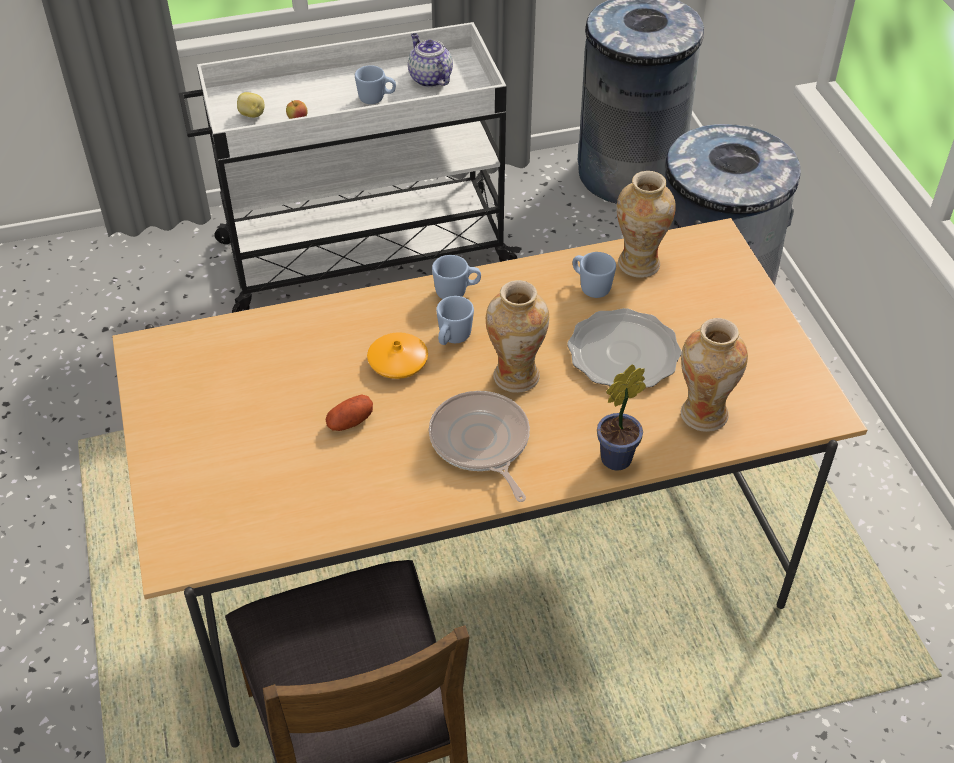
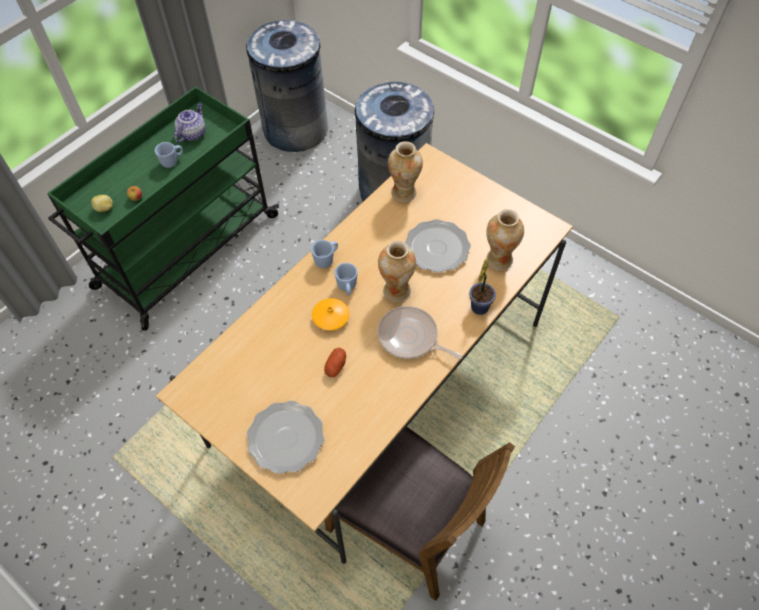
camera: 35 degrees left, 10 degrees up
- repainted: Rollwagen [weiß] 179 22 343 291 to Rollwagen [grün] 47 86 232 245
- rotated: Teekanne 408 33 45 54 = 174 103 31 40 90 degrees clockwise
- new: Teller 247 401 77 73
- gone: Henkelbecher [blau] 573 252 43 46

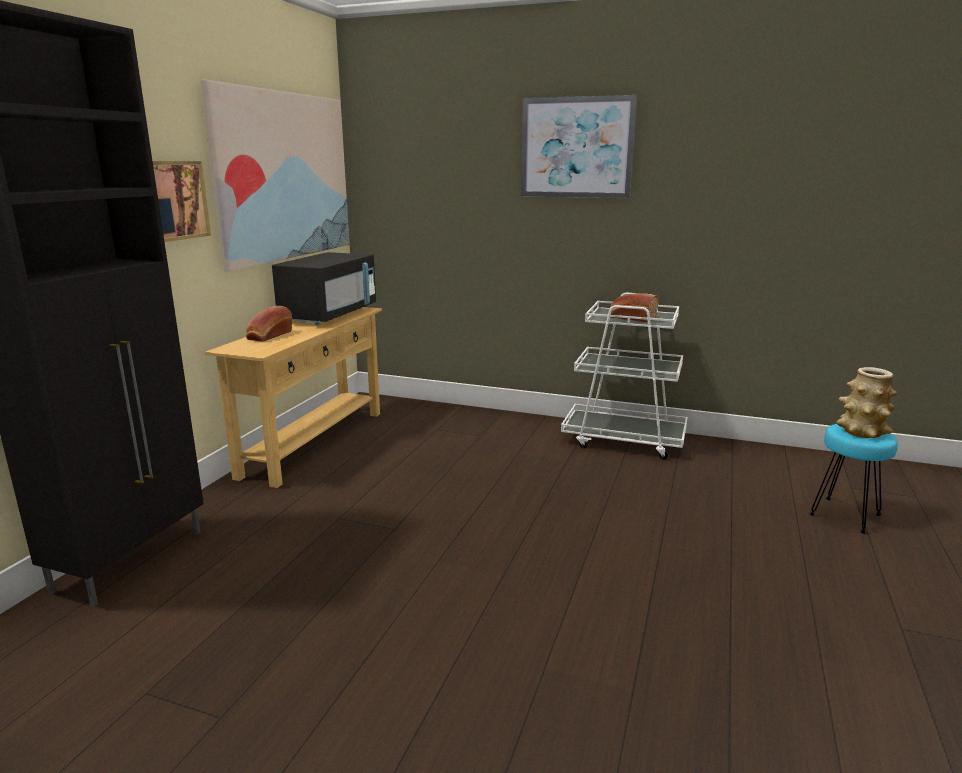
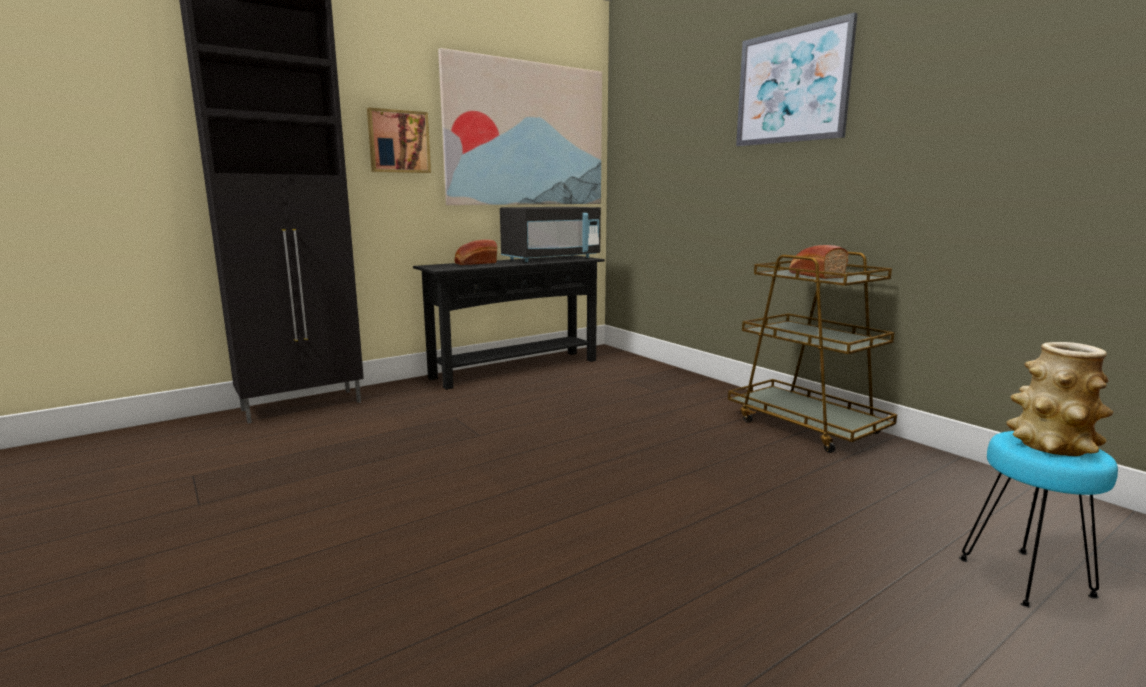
camera: 35 degrees right, 5 degrees down
- repainted: Konsolentisch [beige] 205 307 177 181 to Konsolentisch [schwarz] 413 255 192 135
- repainted: Rollwagen [weiß] 561 293 127 167 to Rollwagen [braun] 728 252 169 201

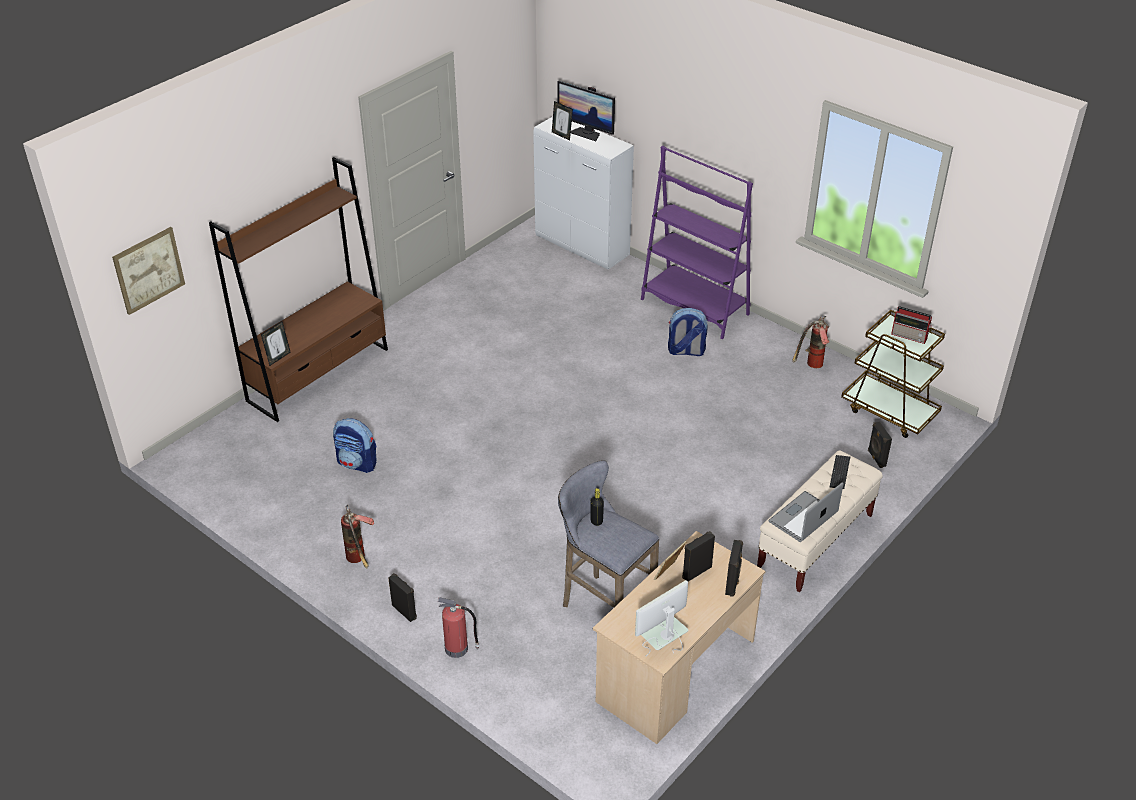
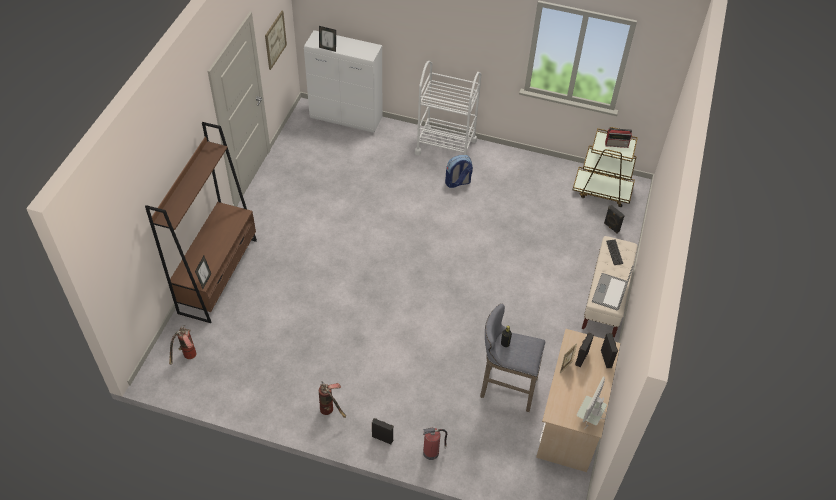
camera: 25 degrees left, 10 degrees up
- shifted: Feuerlöscher 792 316 38 52 to 169 325 28 40
- shifted: Bild 112 227 73 88 to 265 11 22 59
- swapped: Bücherregal [lila] 641 145 112 194 to Rollwagen [weiß] 415 61 67 94
- gone: Rucksack 333 418 44 55
- gone: Monitor 557 81 58 60

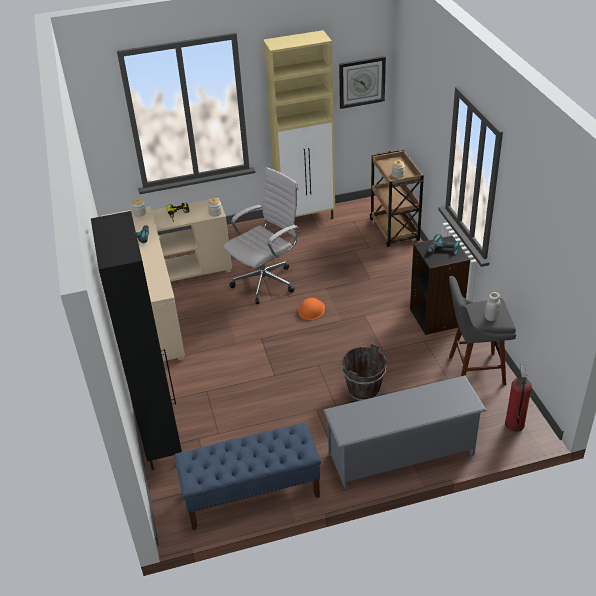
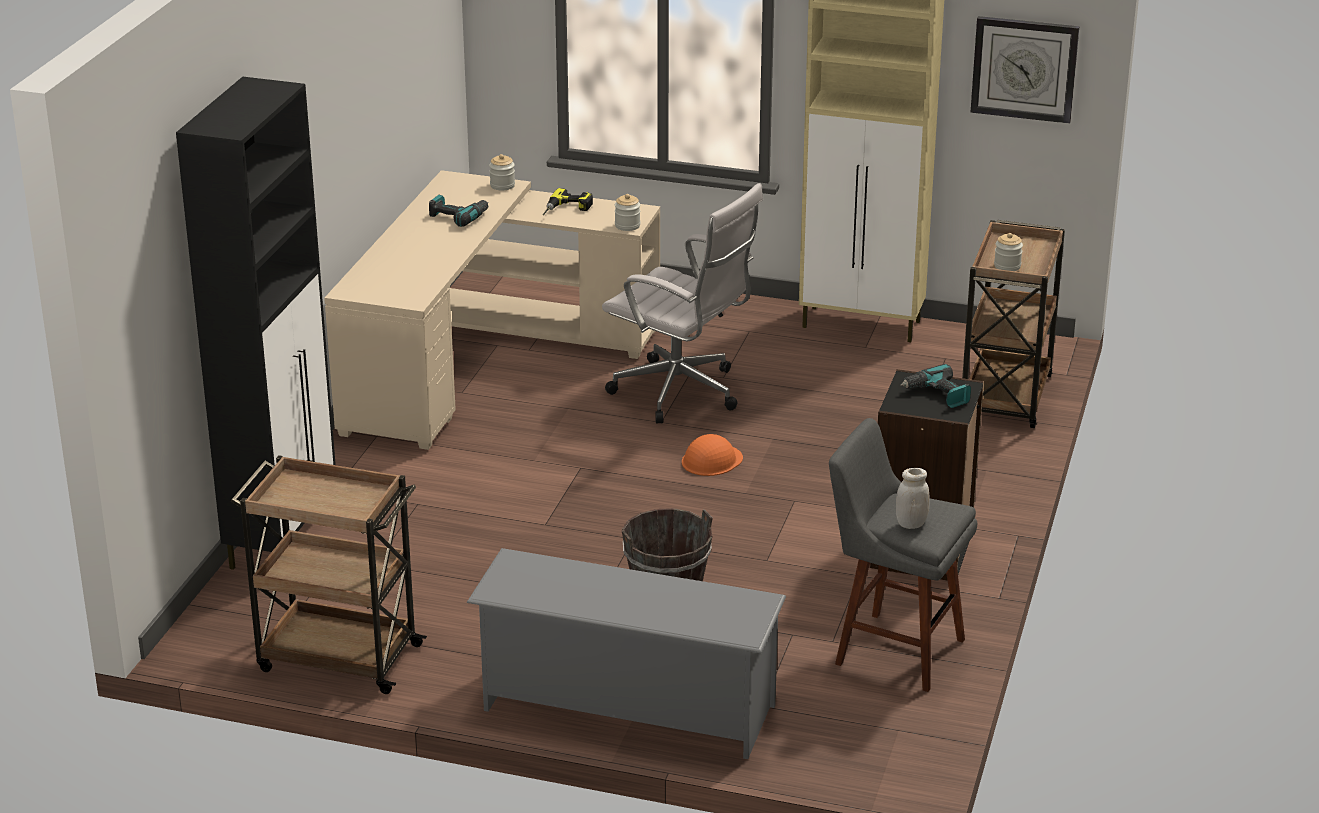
camera: 30 degrees right, 10 degrees down
- swapped: Bank [blau] 174 422 147 108 to Rollwagen [braun] 231 455 196 239
- rotated: Bürostuhl [weiß] 223 167 76 137 = 602 183 161 241 45 degrees clockwise
- gone: Feuerlöscher 505 364 27 68

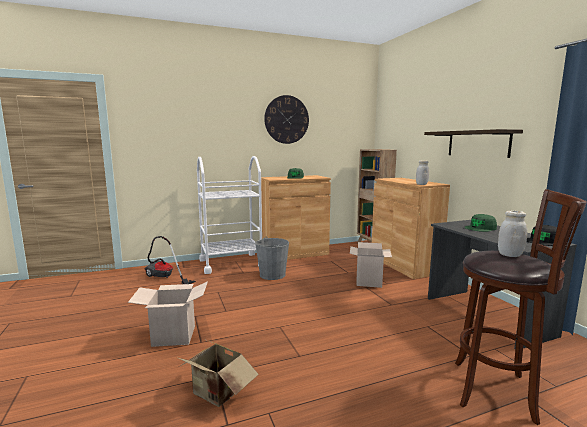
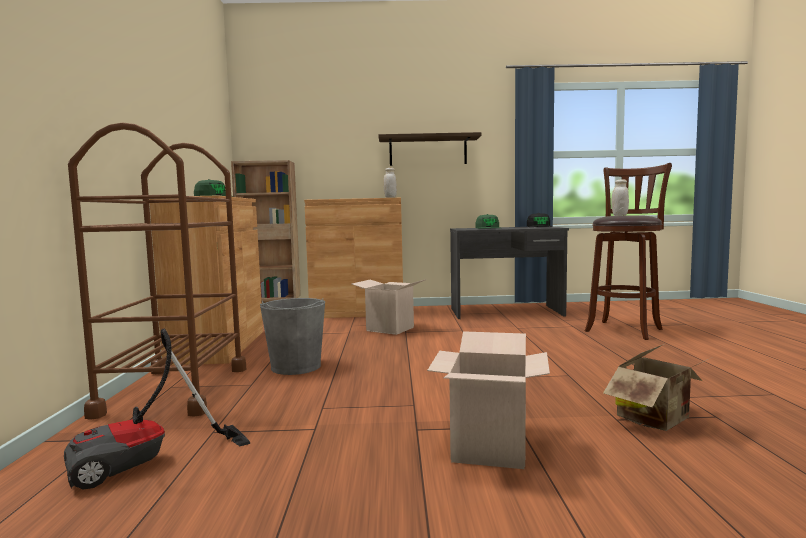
camera: 70 degrees left, 5 degrees down
- repainted: Rollwagen [weiß] 197 156 65 118 to Rollwagen [braun] 68 123 179 297
- gone: Wanduhr 264 95 45 49

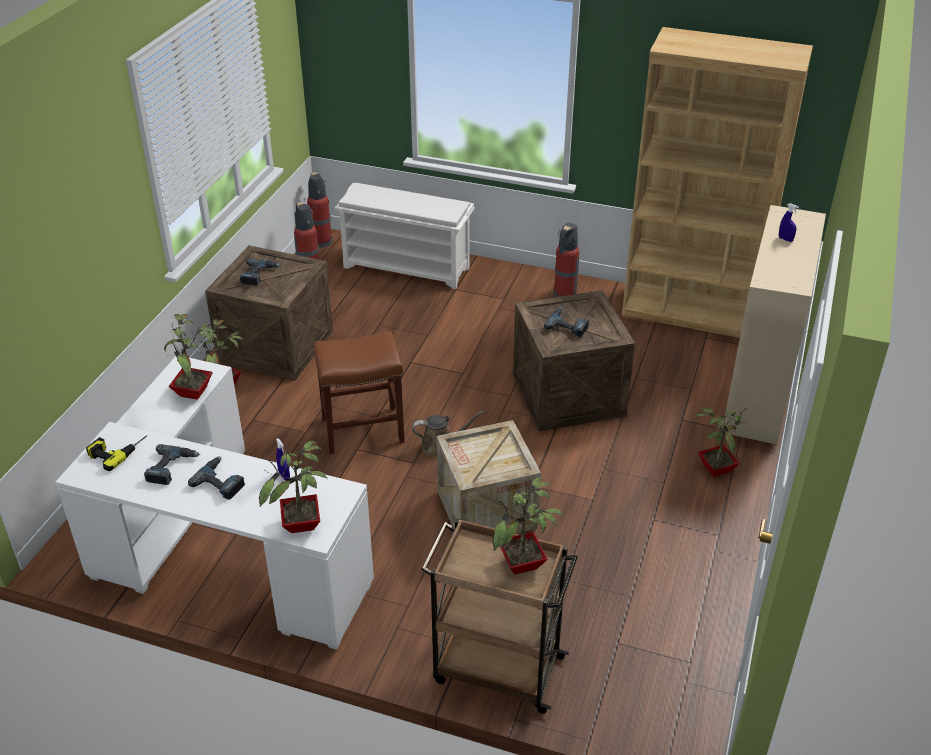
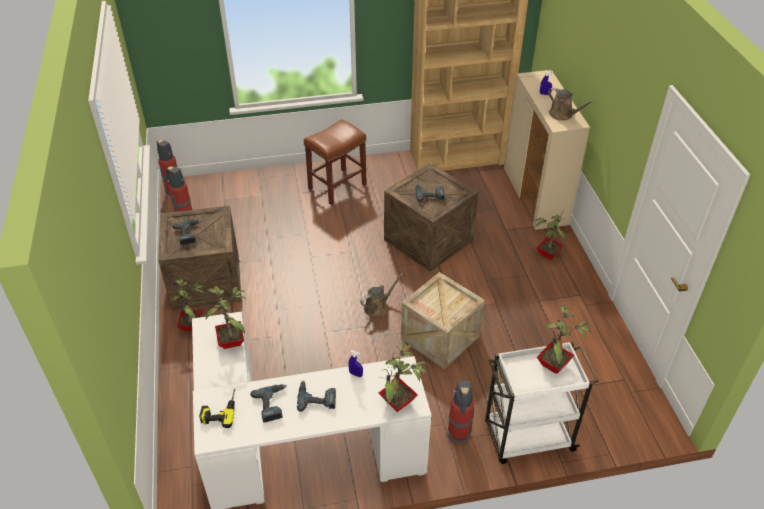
camera: 30 degrees left, 5 degrees up
- shifted: Hocker [braun] 313 331 92 123 to 304 119 63 86
- shifted: Feuerlöscher 553 223 26 74 to 447 381 27 62
- repainted: Rollwagen [braun] 421 518 157 196 to Rollwagen [weiß] 485 341 114 123
- new: Gießkanne [braun] 548 87 46 34
- gone: Schuhregal [weiß] 335 183 139 106

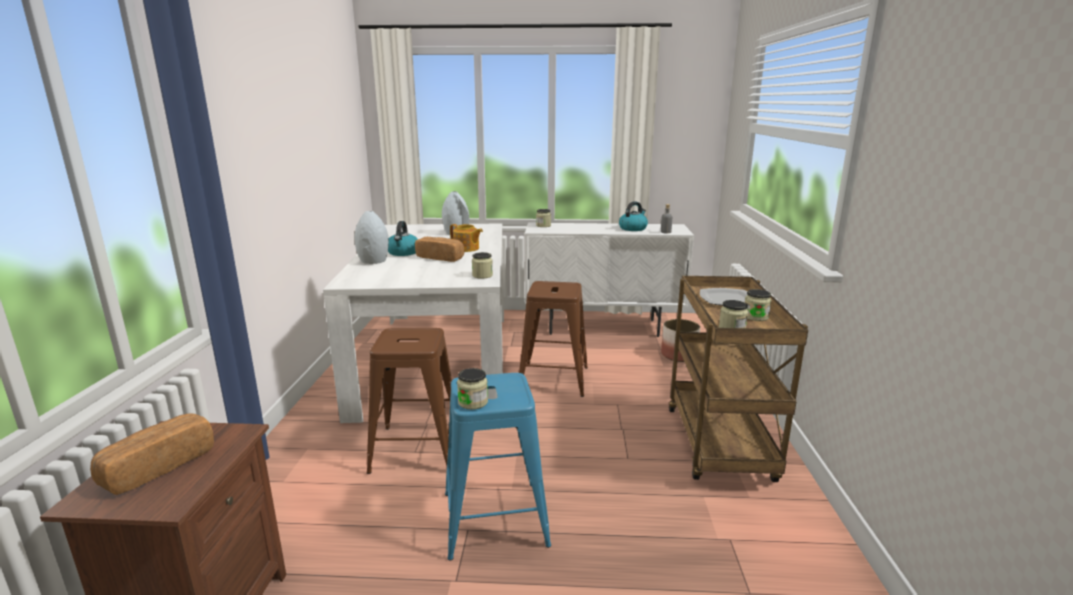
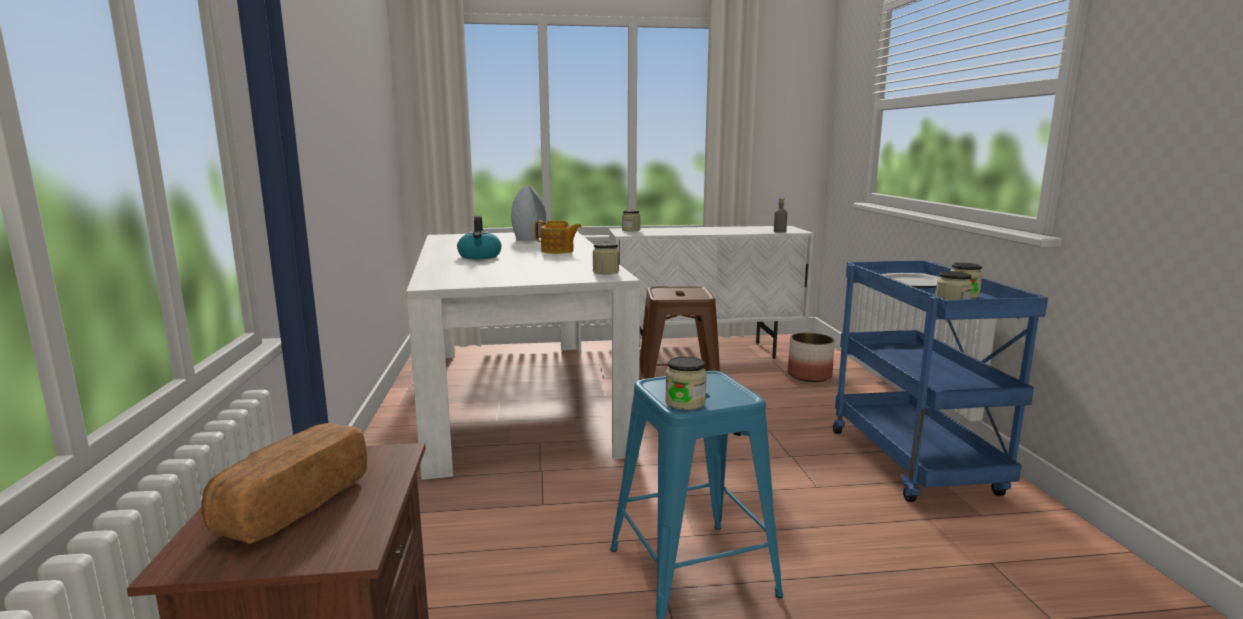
camera: 10 degrees left, 5 degrees down
- repainted: Rollwagen [braun] 669 276 139 206 to Rollwagen [blau] 833 260 215 242
- gone: Vase [grau] 354 211 35 53
- gone: Hocker [braun] 366 328 86 146
- gone: Brot 415 237 49 25
- gone: Wasserkessel 619 201 29 30

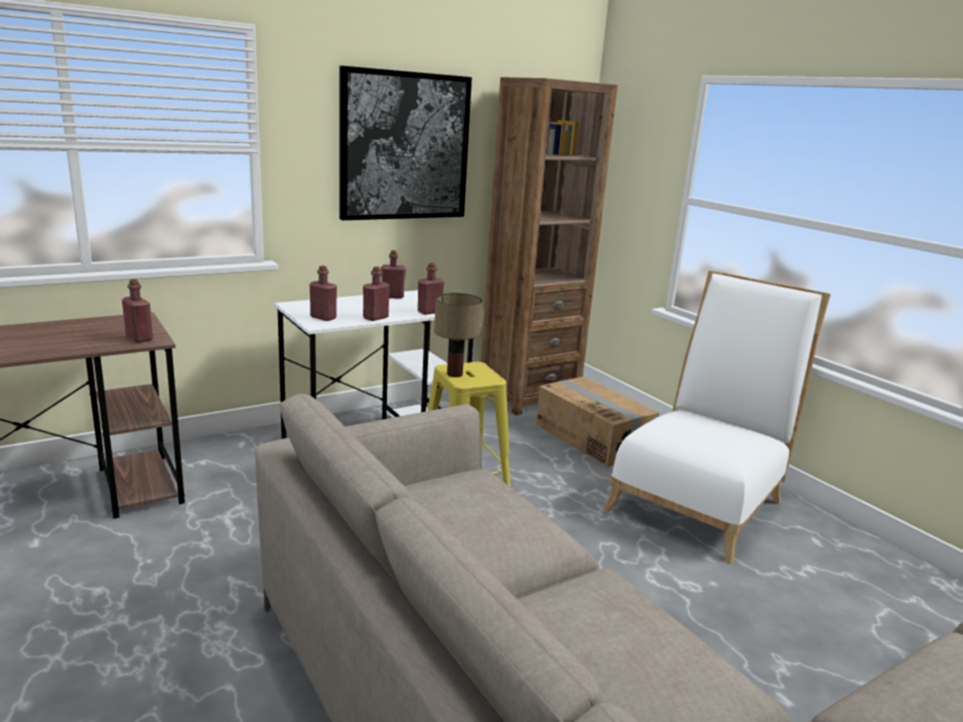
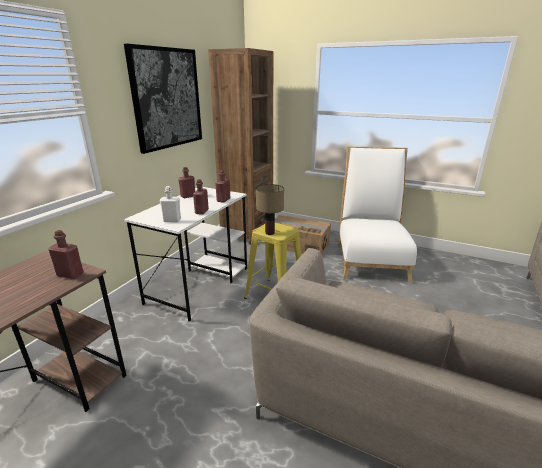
camera: 30 degrees left, 5 degrees up
- repainted: Flasche [rot] 310 266 27 55 to Flasche [weiß] 160 186 21 36

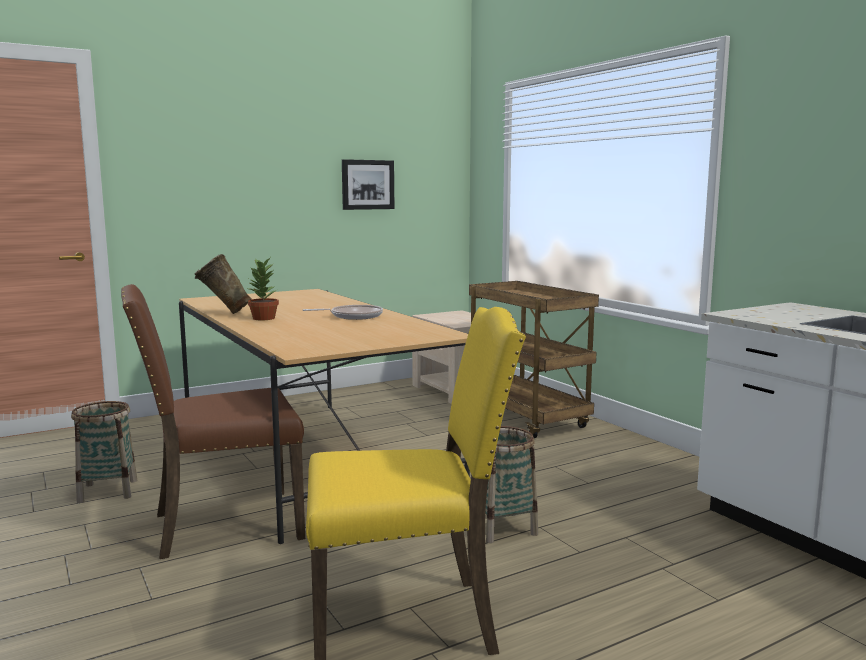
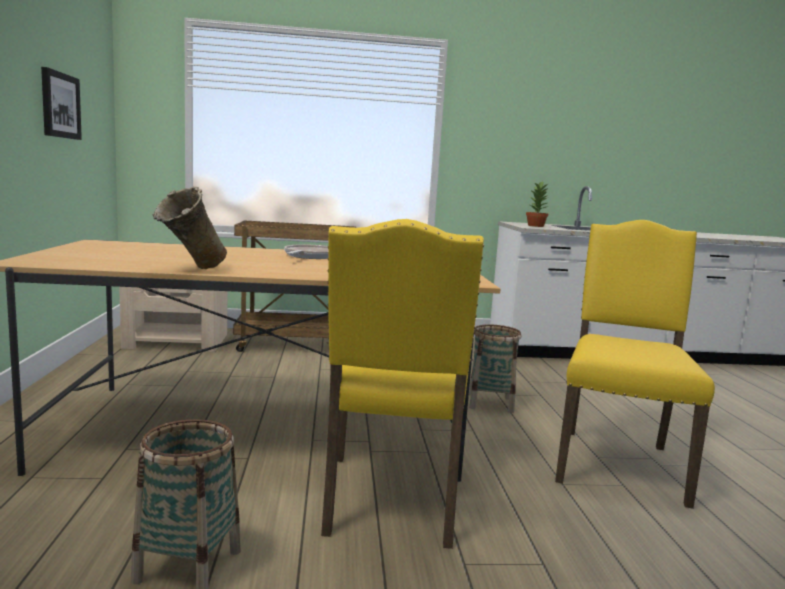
camera: 65 degrees left, 0 degrees up
- repainted: Stuhl [braun] 121 284 184 275 to Stuhl [gelb] 321 219 163 330
- shifted: Topfpflanze 246 258 33 62 to 526 181 24 46

